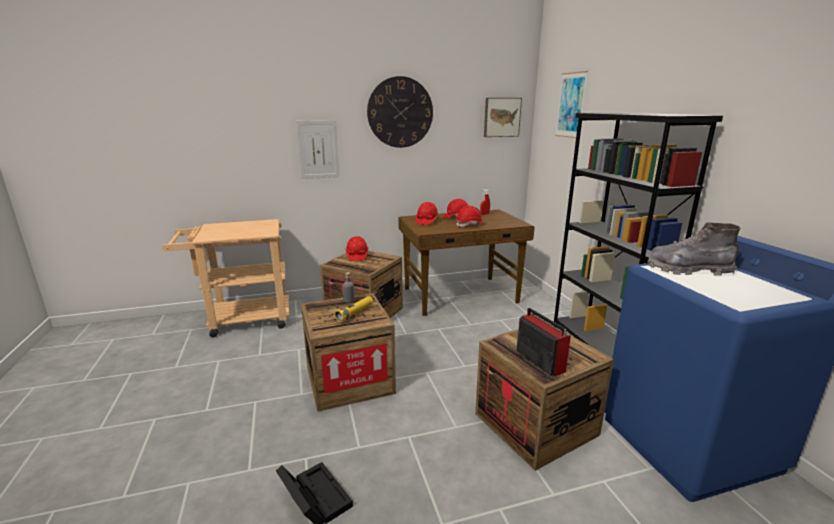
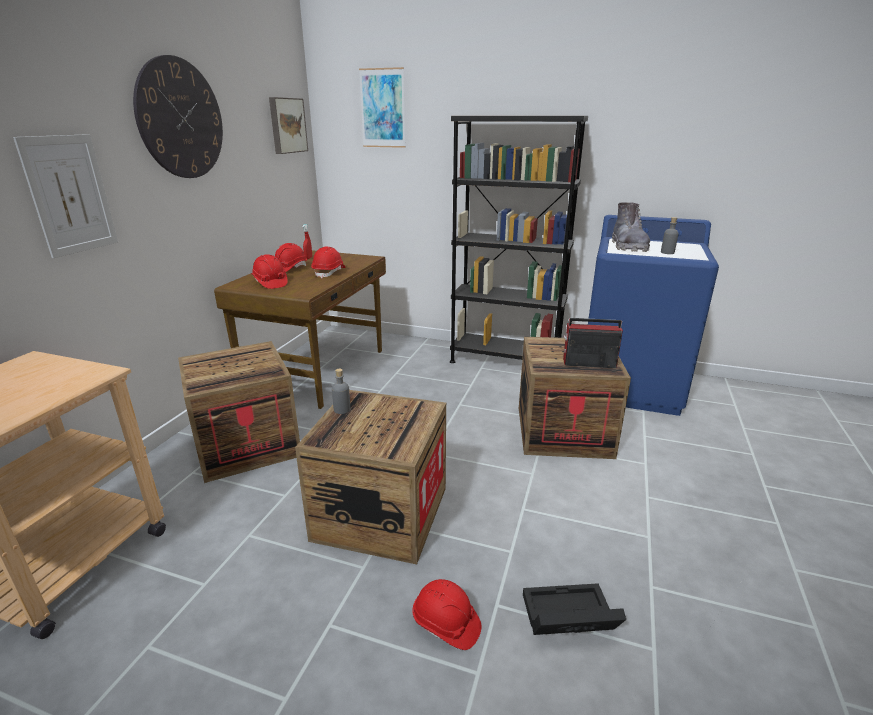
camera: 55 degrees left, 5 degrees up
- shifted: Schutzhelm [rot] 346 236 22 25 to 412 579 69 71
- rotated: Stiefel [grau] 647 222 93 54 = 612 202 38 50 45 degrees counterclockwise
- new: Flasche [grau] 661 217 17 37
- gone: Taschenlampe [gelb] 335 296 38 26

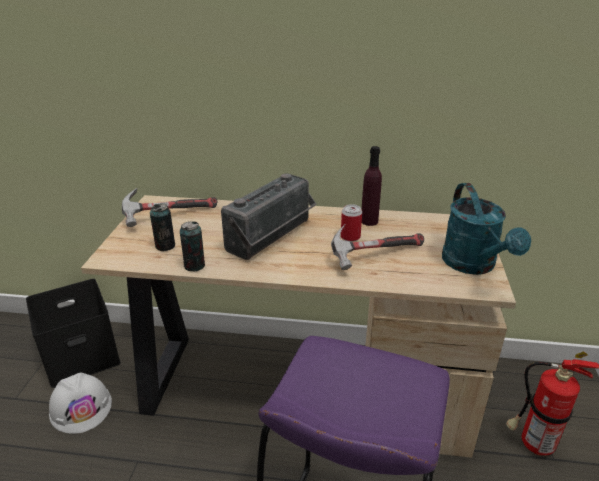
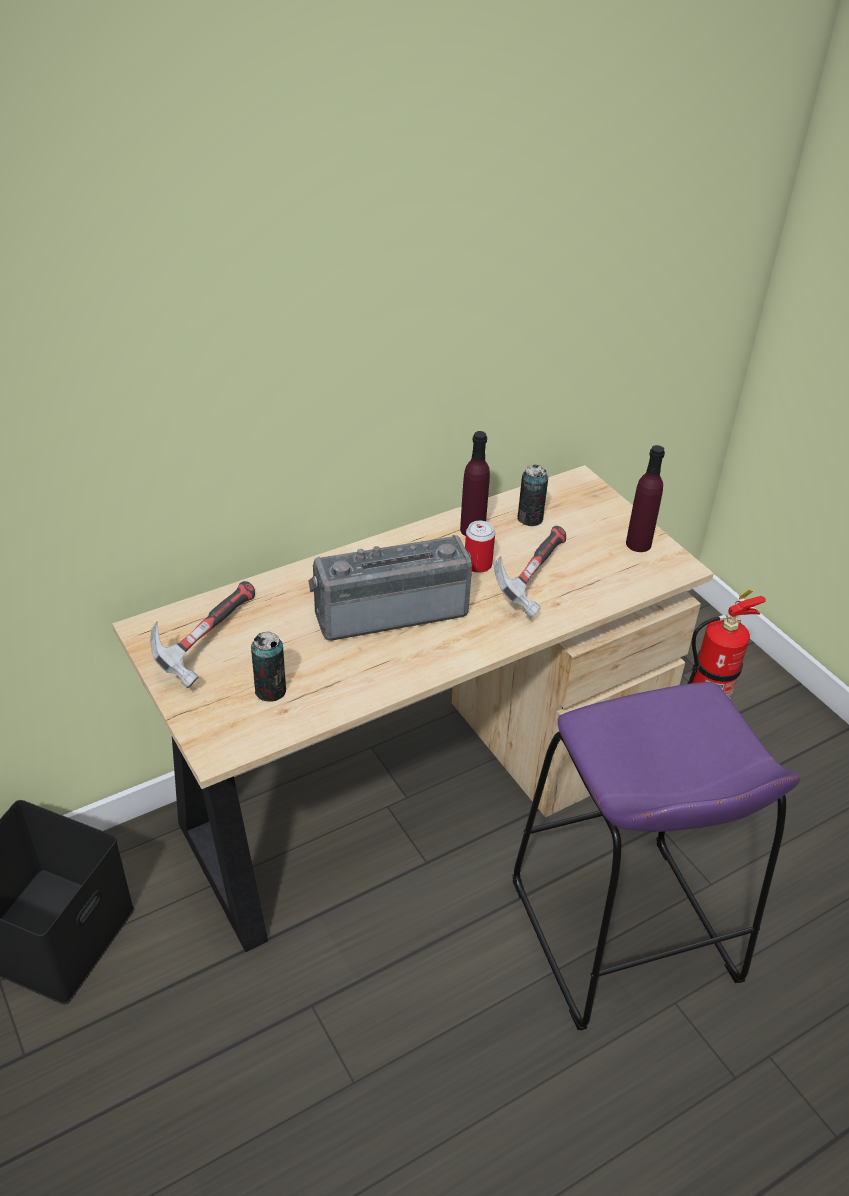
camera: 40 degrees left, 10 degrees up
- rotated: Radio 221 173 95 87 = 308 535 164 106 105 degrees counterclockwise
- shifted: Dose 180 221 25 50 to 518 465 30 61
- swapped: Gießkanne [türkis] 442 183 89 92 to Flasche [lila] 626 445 39 107
- gone: Schutzhelm [weiß] 49 373 63 61

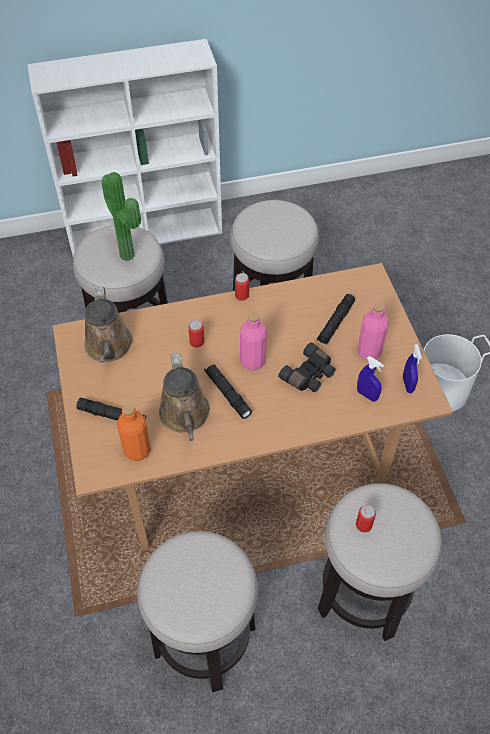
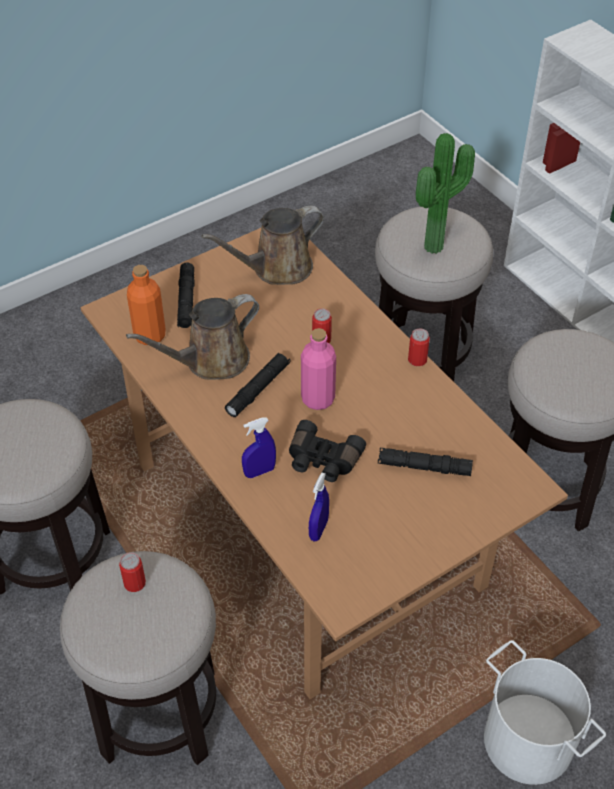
camera: 70 degrees right, 5 degrees down
- shifted: Sprühflasche [blau] 403 344 19 49 to 242 417 34 61
- gone: Flasche [rosa] 357 302 32 58

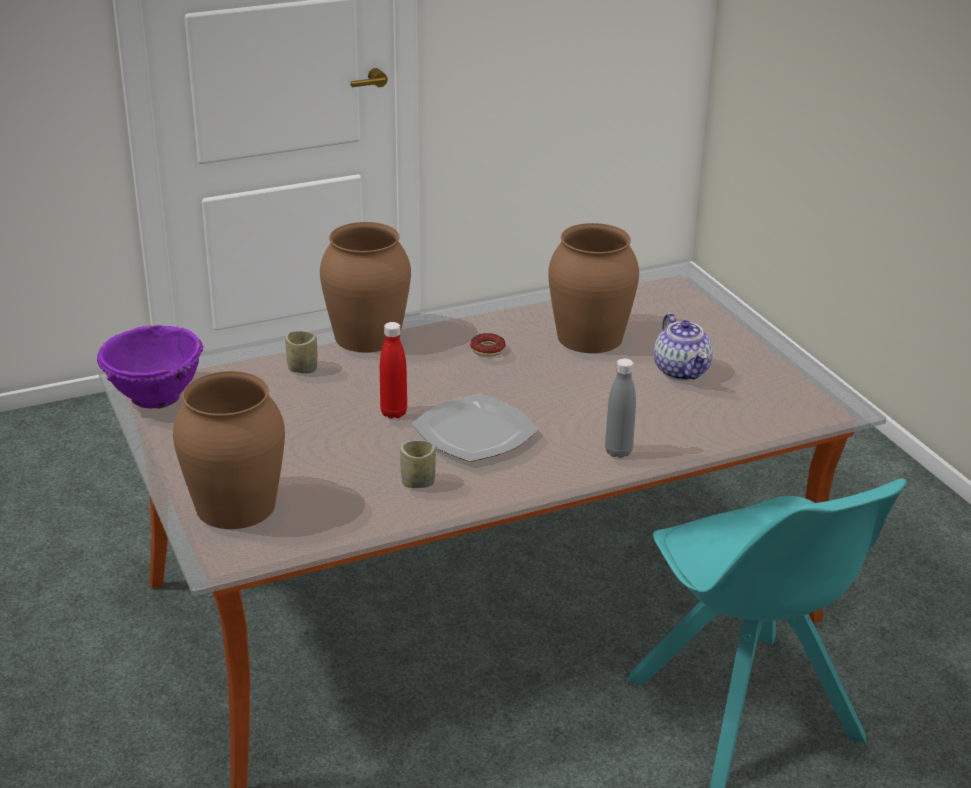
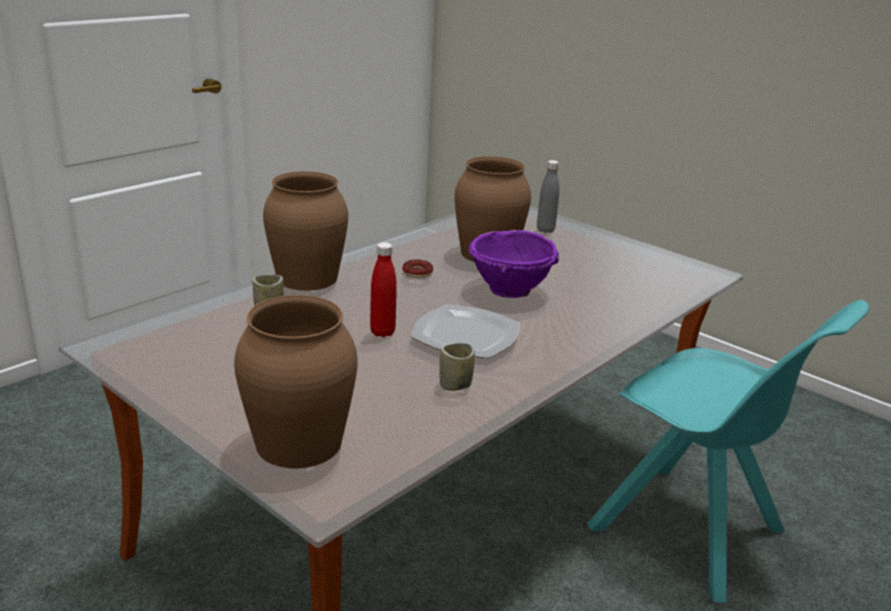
camera: 25 degrees left, 5 degrees down
- shifted: Schüssel [lila] 97 325 107 84 to 468 230 91 68
- shifted: Flasche [grau] 605 358 31 100 to 537 160 22 73
- gone: Teekanne 654 313 59 68

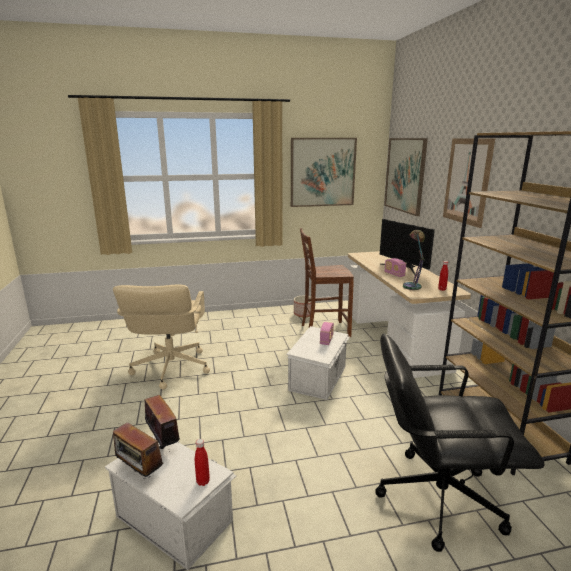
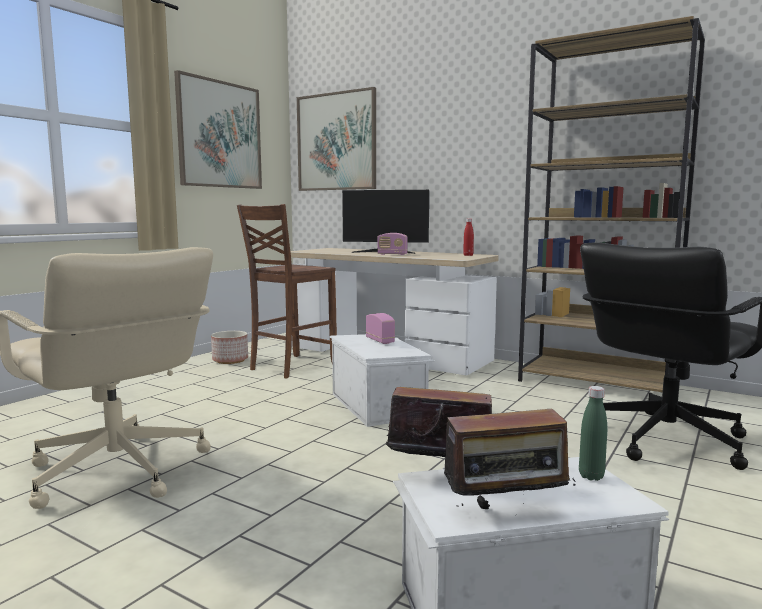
camera: 45 degrees left, 10 degrees down
- repainted: Flasche [rot] 195 439 15 47 to Flasche [grün] 579 386 28 95
- gone: Tischlampe 403 230 22 60
- gone: Bild 443 138 52 90

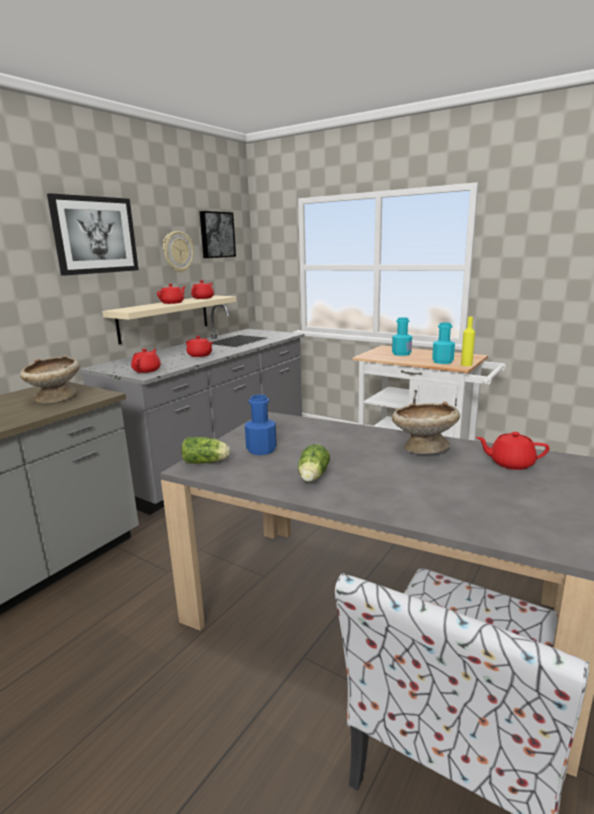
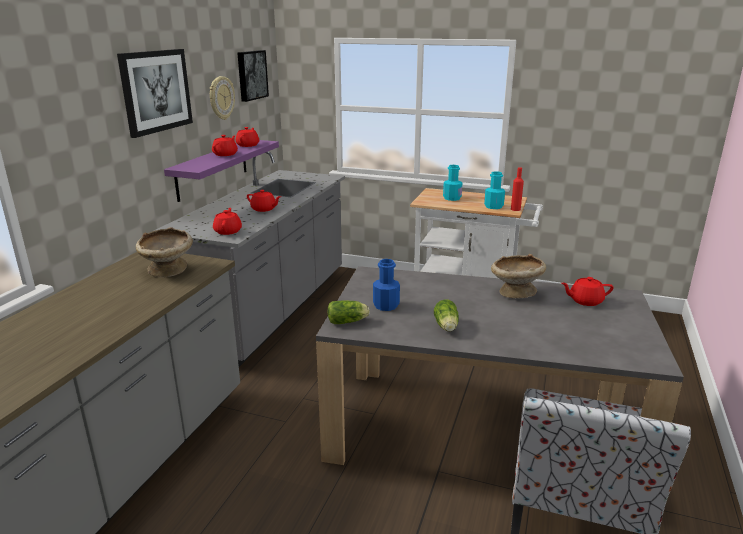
camera: 15 degrees left, 5 degrees up
- repainted: Wandregal [beige] 102 295 134 50 to Wandregal [lila] 164 140 115 62
- repainted: Flasche [gelb] 461 317 14 49 to Flasche [rot] 511 167 13 44

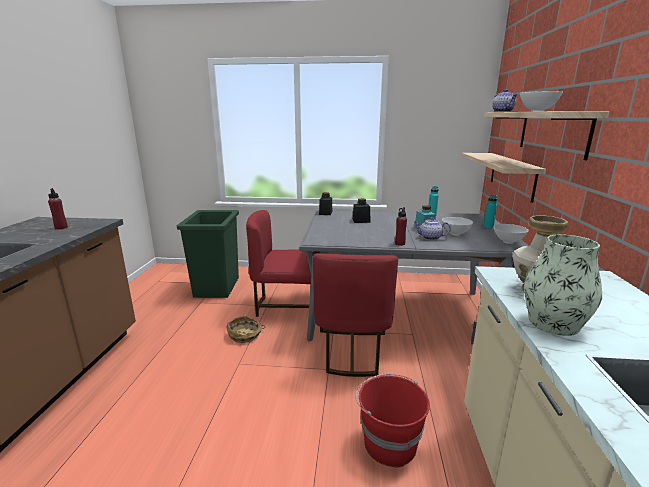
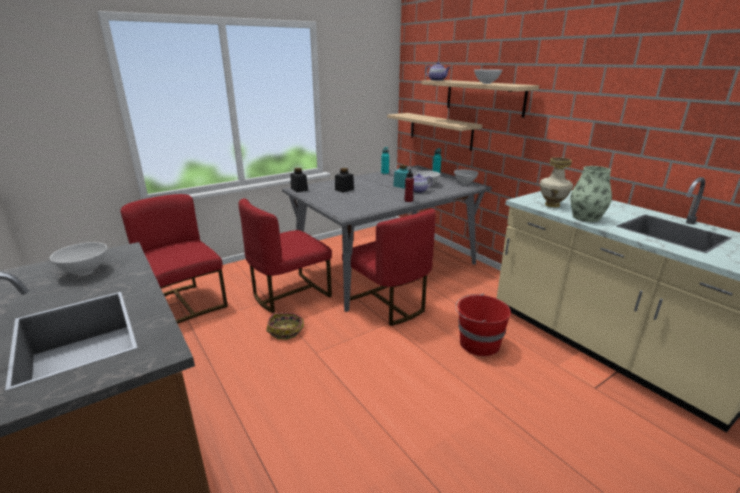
camera: 40 degrees left, 5 degrees up
- swapped: Flasche [rot] 48 188 20 42 to Schüssel [weiß] 50 242 57 33
- swapped: Mülleimer [grün] 177 210 62 88 to Stuhl [rot] 120 194 108 130

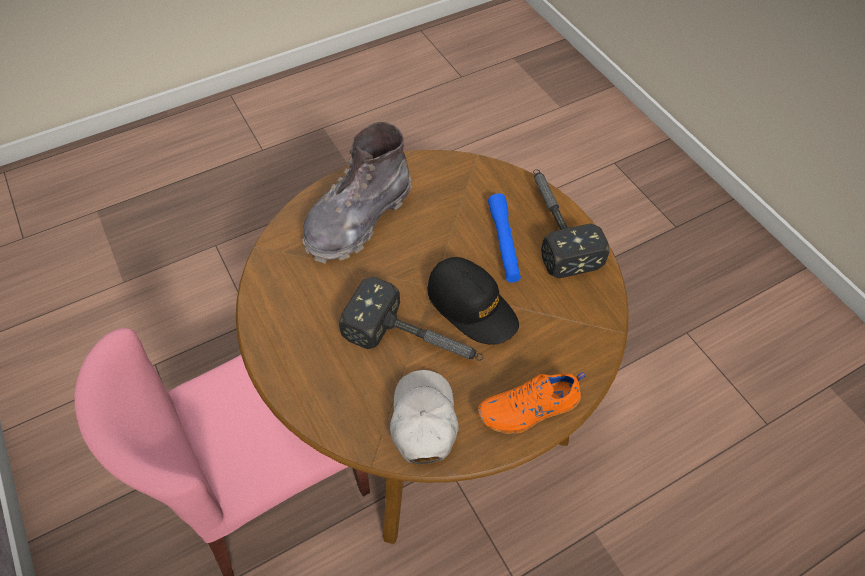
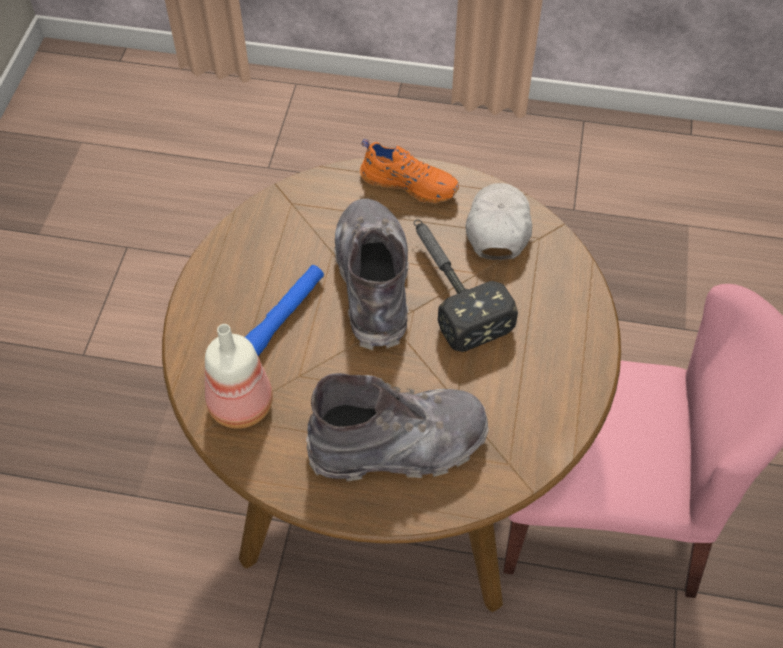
camera: 140 degrees left, 0 degrees up
- new: Flasche 205 324 68 105
- swapped: Kappe [schwarz] 427 257 92 88 to Stiefel [grau] 334 199 75 151
- rotated: Kappe [weiß] 390 370 69 94 = 466 183 66 77 150 degrees clockwise
- gone: Hammer 533 169 77 109

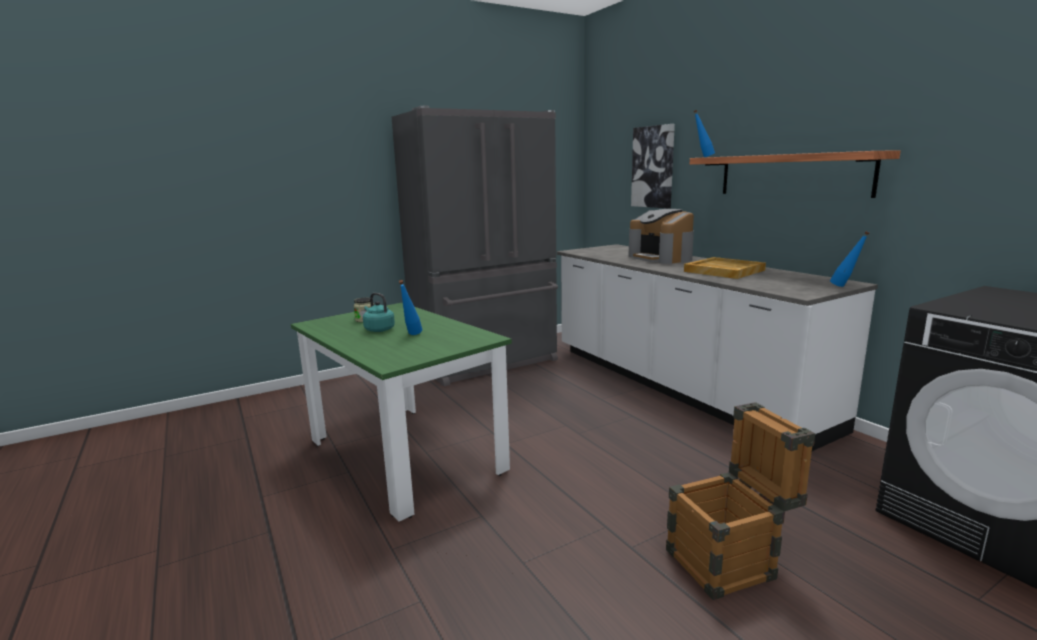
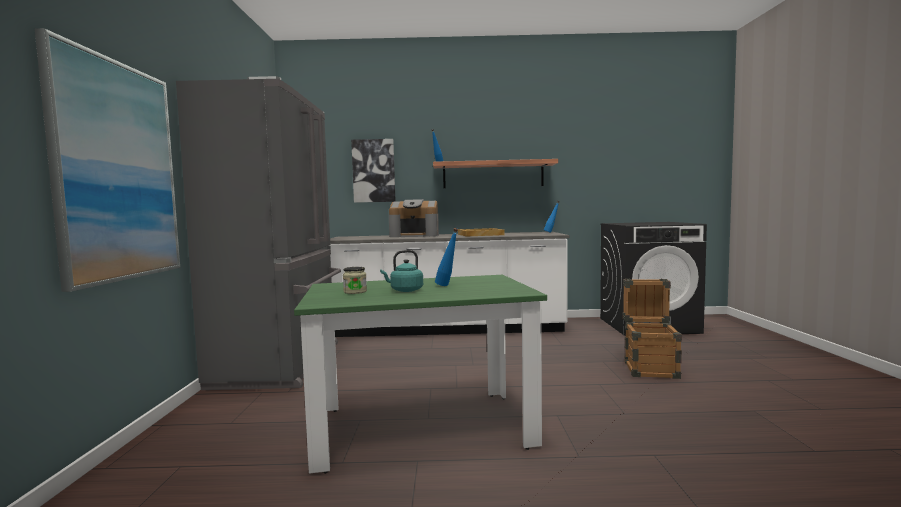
camera: 60 degrees left, 10 degrees down
- new: Bild 35 28 145 264

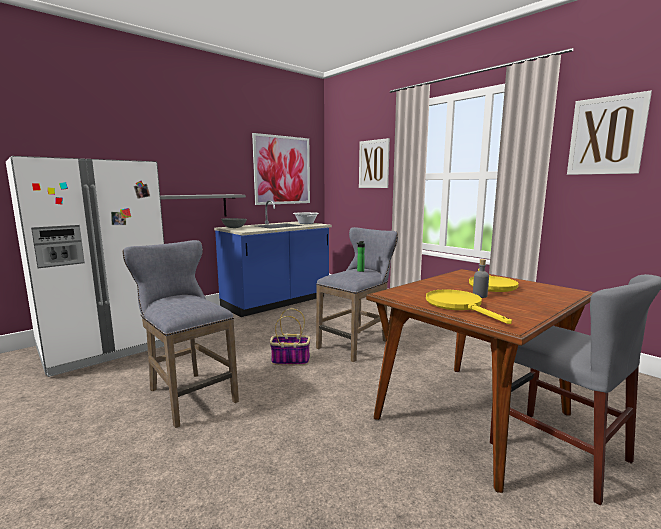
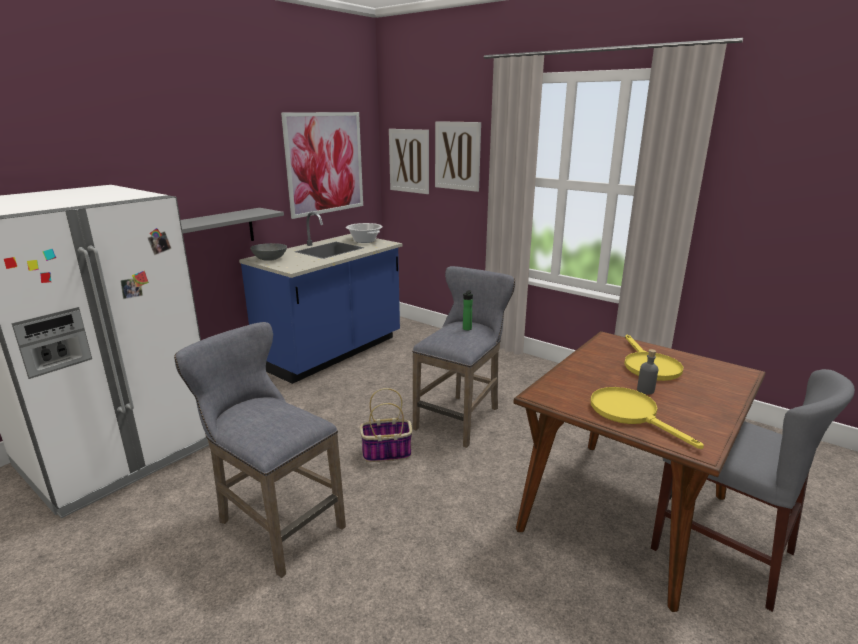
camera: 10 degrees left, 10 degrees up
- shifted: Bild 567 91 85 84 to 389 129 40 65

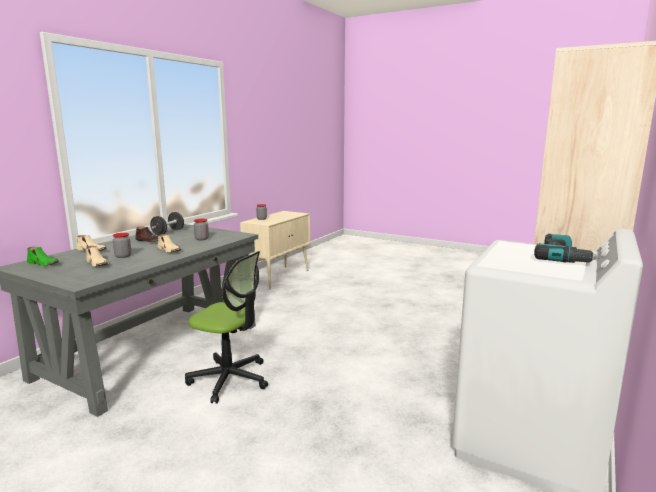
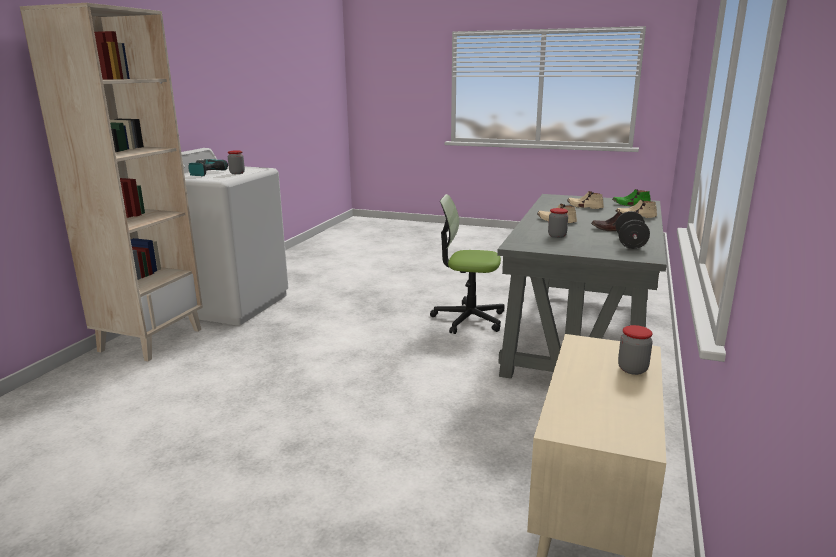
camera: 170 degrees right, 5 degrees up
- shifted: Vorratsglas 113 233 18 25 to 228 150 17 24

